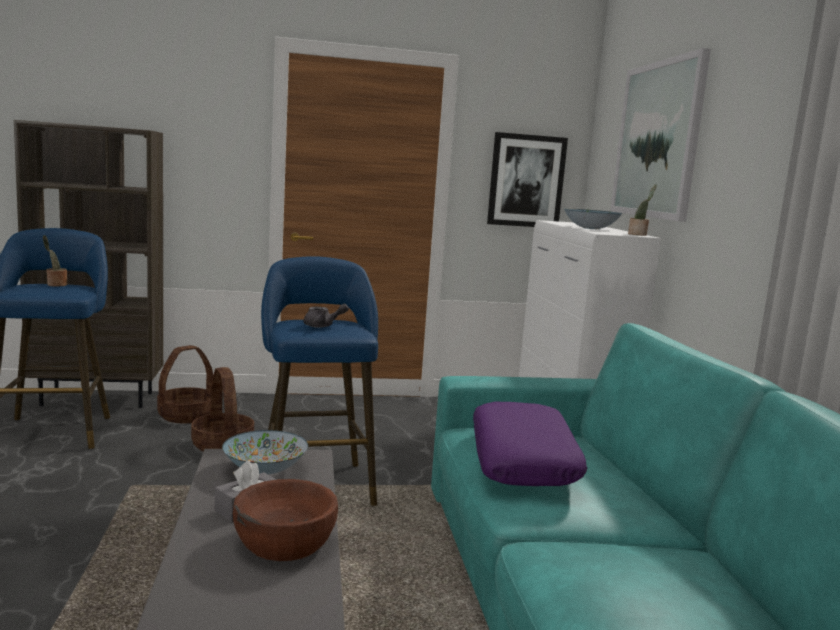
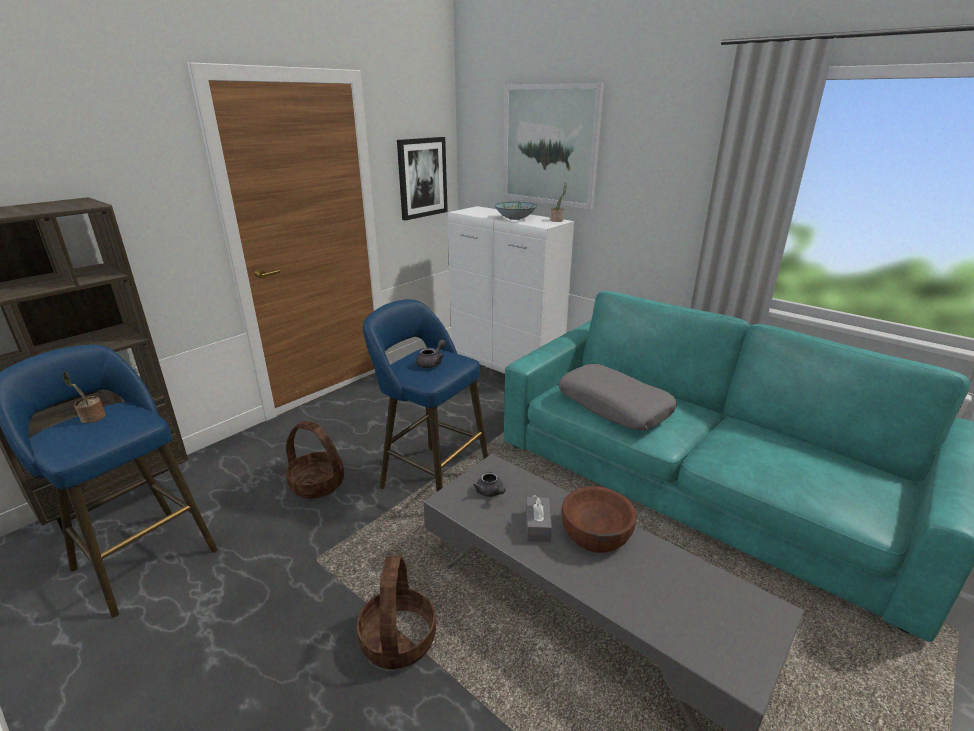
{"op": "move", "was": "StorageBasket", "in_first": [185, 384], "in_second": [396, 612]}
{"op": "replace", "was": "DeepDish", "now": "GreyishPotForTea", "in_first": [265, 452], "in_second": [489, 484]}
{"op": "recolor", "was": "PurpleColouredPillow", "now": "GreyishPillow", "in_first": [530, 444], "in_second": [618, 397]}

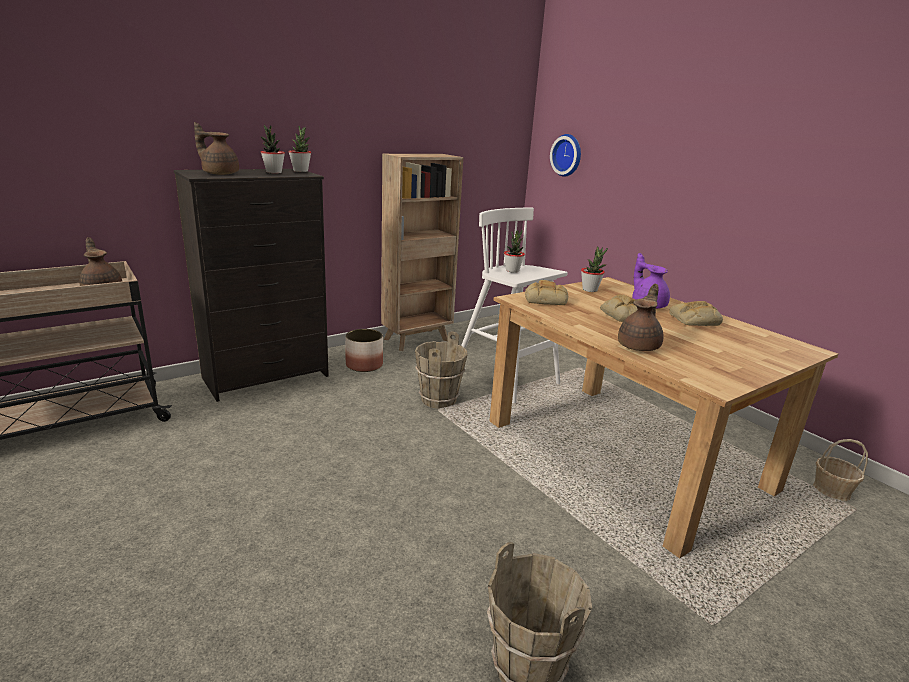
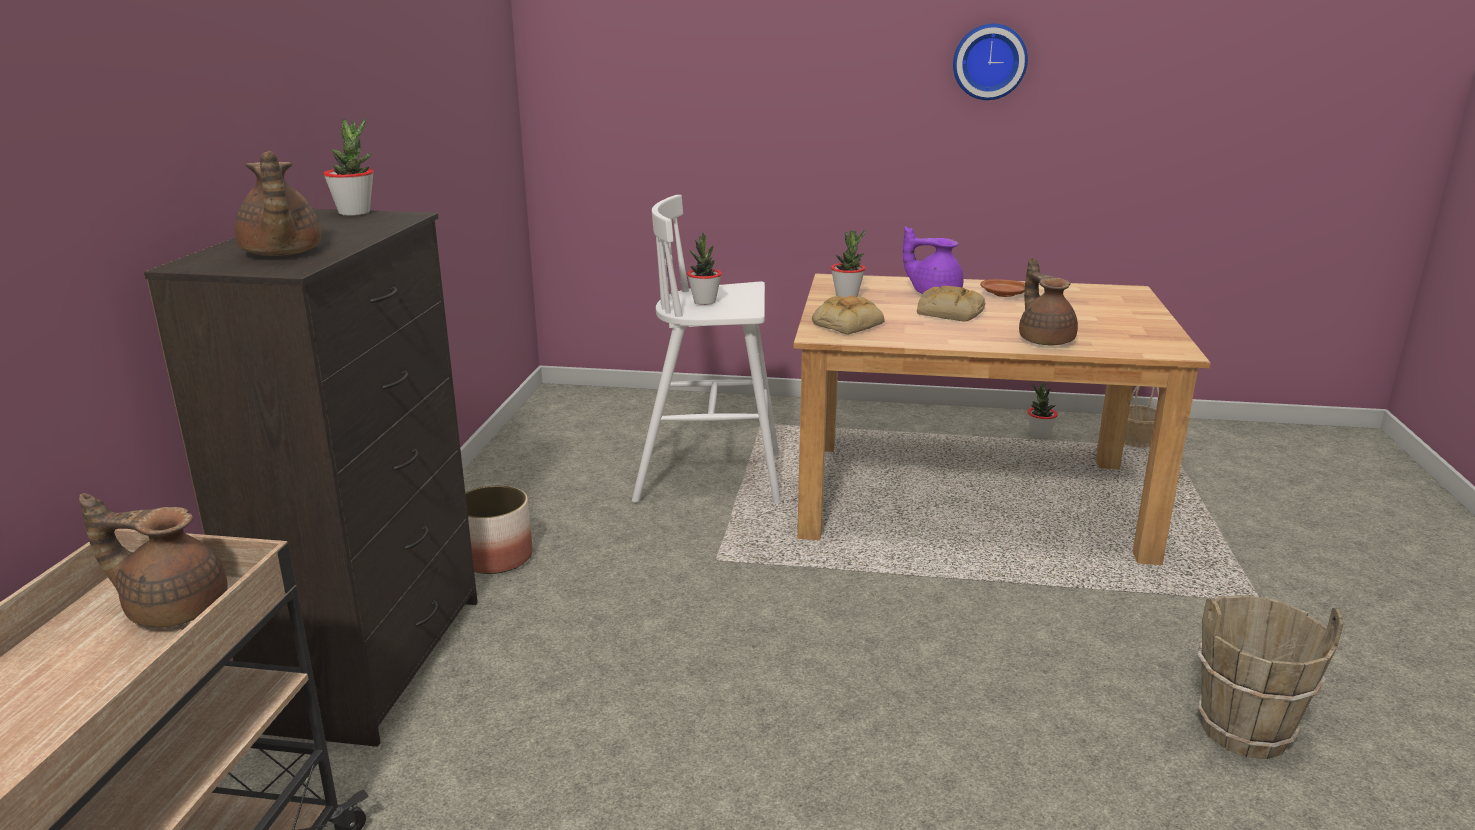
{"op": "delete", "was": "BrownishBookcase", "in_first": [422, 252]}
{"op": "delete", "was": "BrownishBucket", "in_first": [441, 370]}
{"op": "move", "was": "PlantInAPot", "in_first": [273, 149], "in_second": [1042, 411]}
{"op": "move", "was": "HangingClock", "in_first": [565, 155], "in_second": [990, 62]}
{"op": "replace", "was": "BakeryBread", "now": "BrownishFlatDish", "in_first": [696, 313], "in_second": [1002, 288]}
{"op": "rotate", "was": "BrownishPotForTea", "in_first": [216, 148], "in_second": [278, 203], "clockwise": -90}

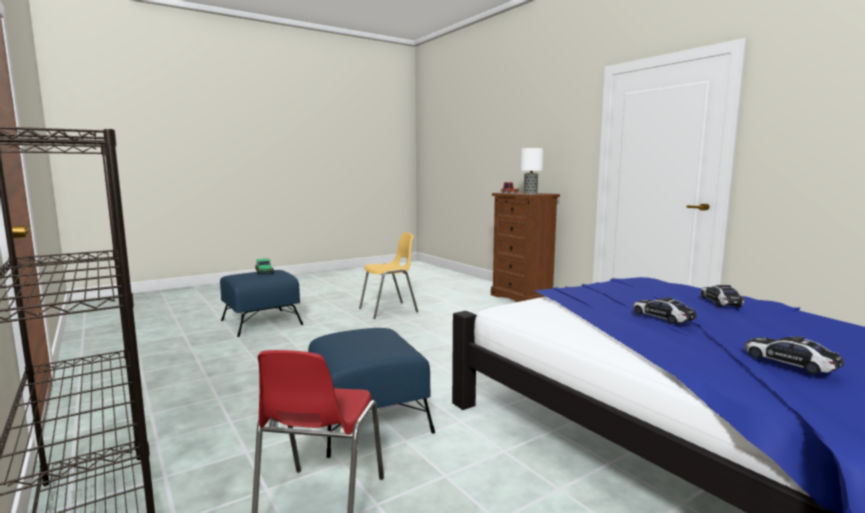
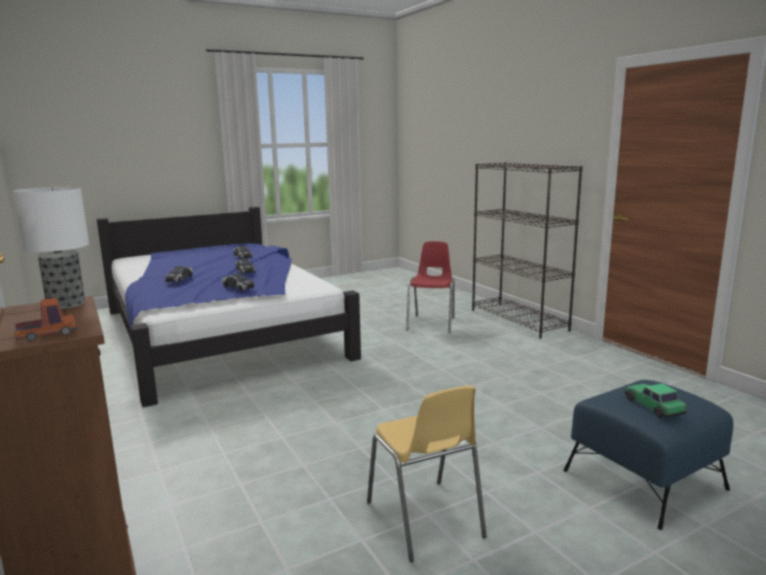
{"op": "delete", "was": "BlueColouredFootrest", "in_first": [371, 393]}
{"op": "insert", "now": "ModelCar", "in_second": [238, 282]}
{"op": "rotate", "was": "YellowColouredUprightChair", "in_first": [388, 275], "in_second": [427, 474], "clockwise": -90}

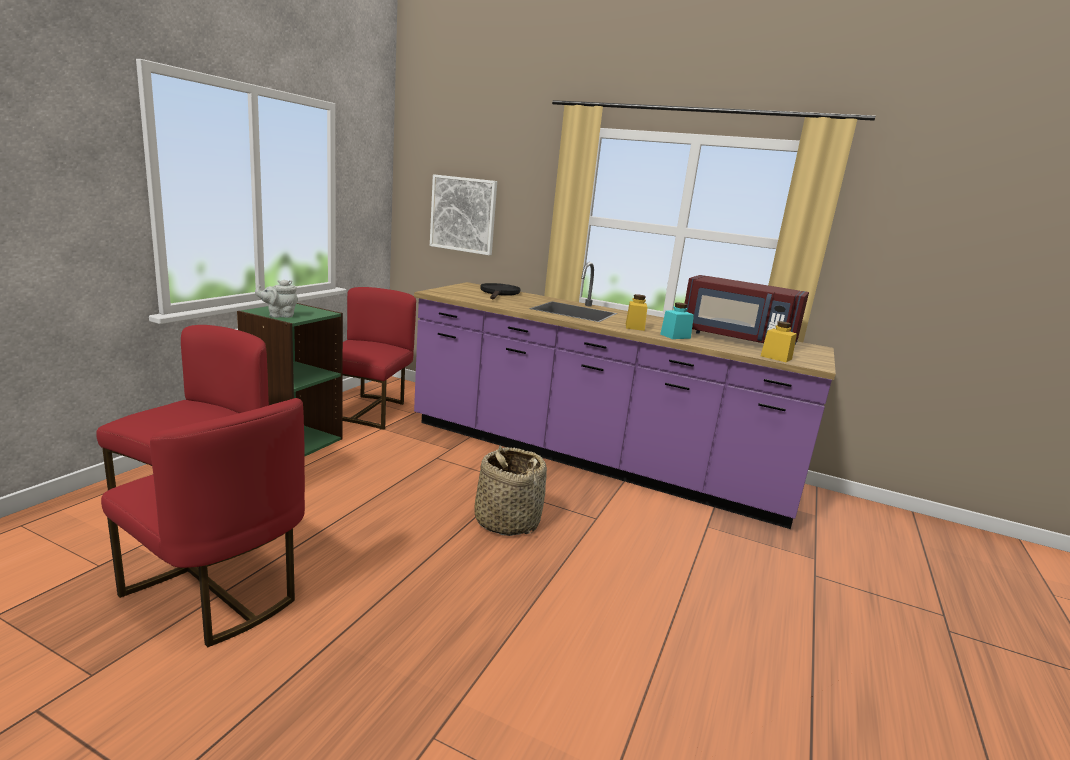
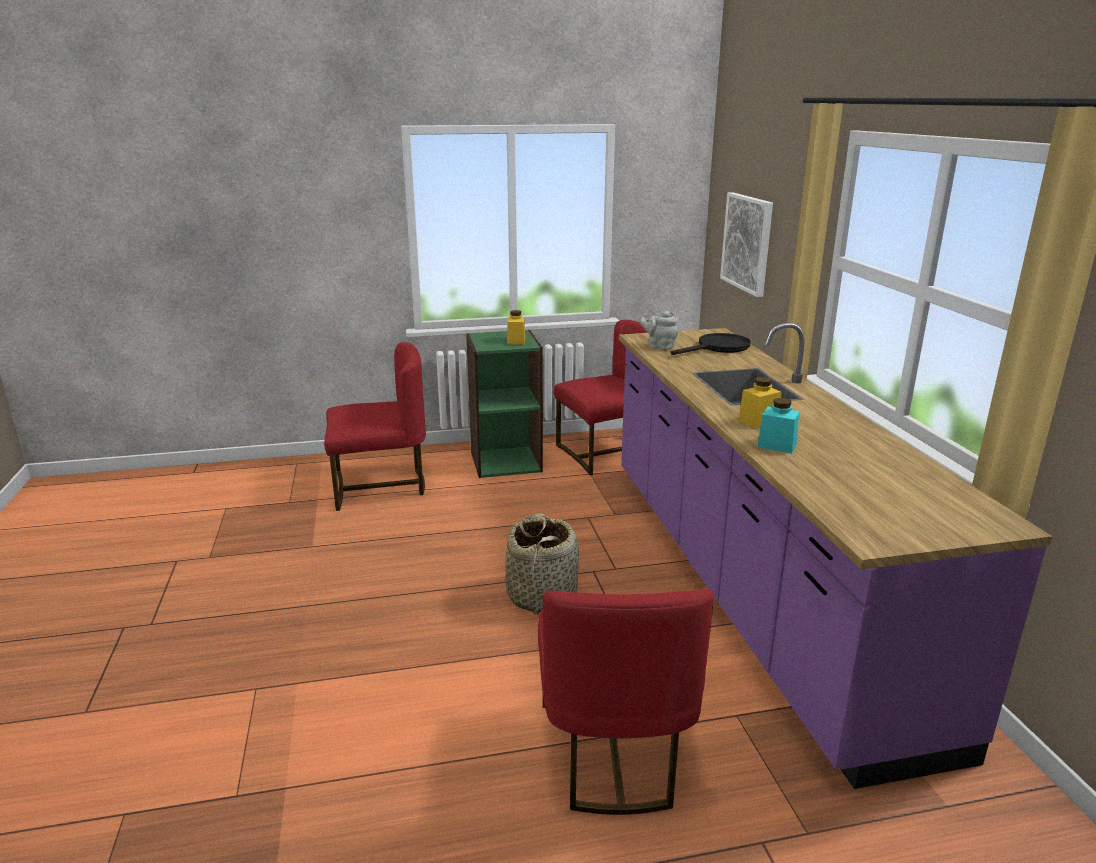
{"op": "delete", "was": "RedKitchenMicrowave", "in_first": [747, 309]}
{"op": "move", "was": "RedUprightChair", "in_first": [203, 522], "in_second": [626, 702]}
{"op": "move", "was": "GreyishPotForTea", "in_first": [276, 298], "in_second": [659, 330]}
{"op": "move", "was": "YellowColouredStorageJar", "in_first": [779, 341], "in_second": [516, 327]}

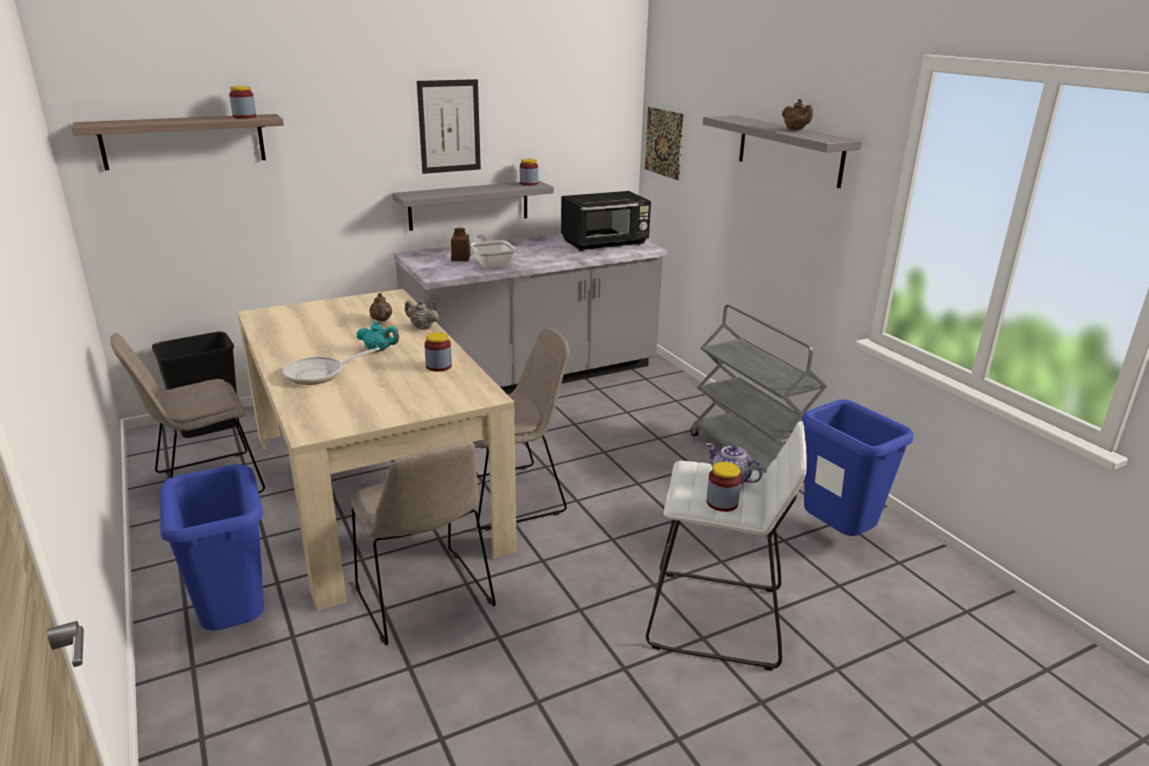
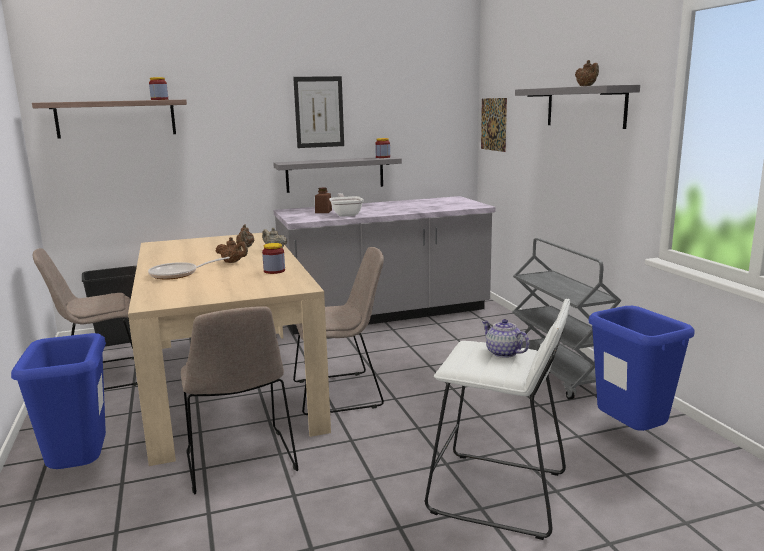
{"op": "delete", "was": "BlackColouredKitchenMicrowave", "in_first": [606, 221]}
{"op": "delete", "was": "StorageJar", "in_first": [724, 487]}
{"op": "recolor", "was": "BlueGreenPotForTea", "now": "BrownishPotForTea", "in_first": [377, 336], "in_second": [232, 250]}

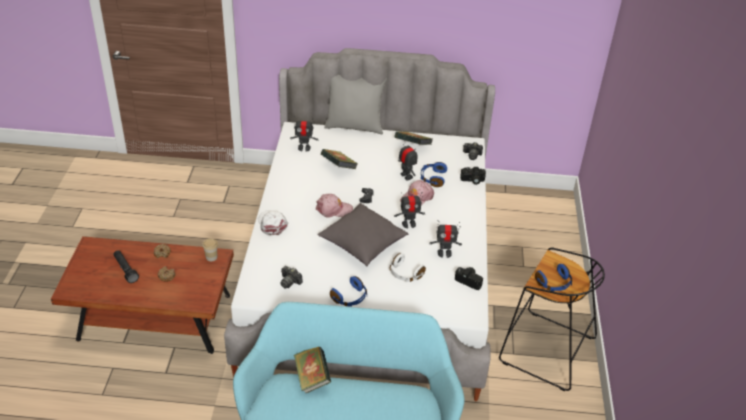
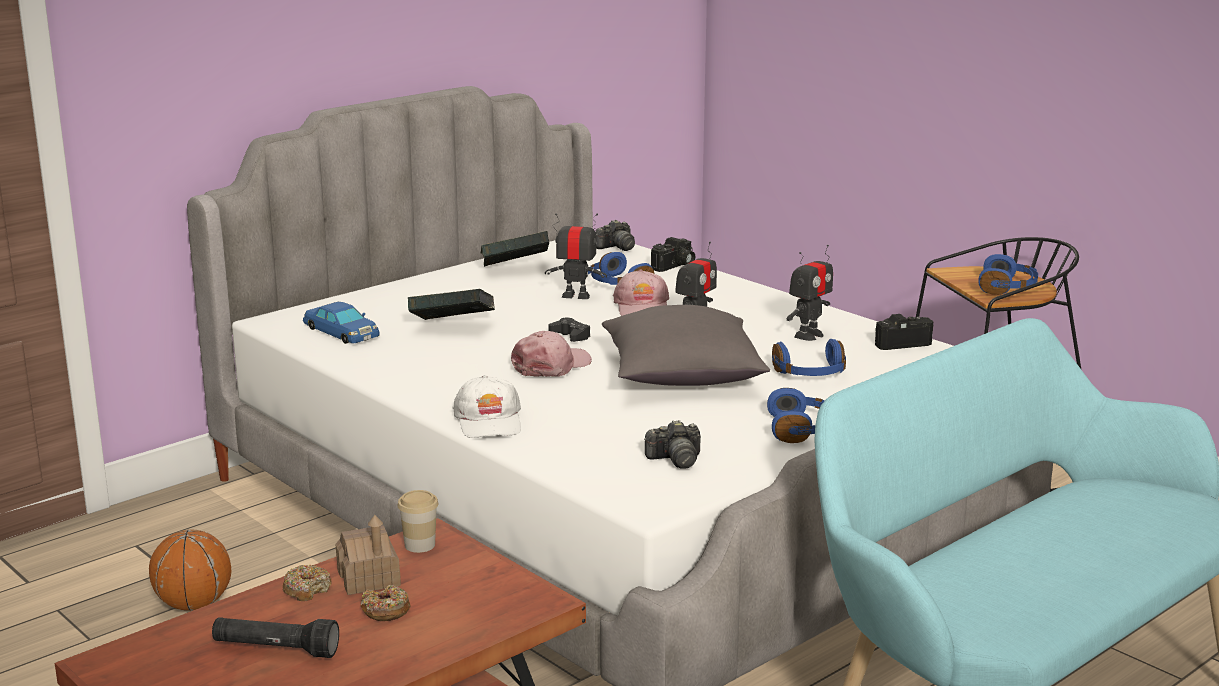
{"op": "delete", "was": "Volume", "in_first": [312, 370]}
{"op": "delete", "was": "GreyishPillow", "in_first": [355, 104]}
{"op": "insert", "now": "BallForBasketball", "in_second": [190, 570]}
{"op": "insert", "now": "ModelHouse", "in_second": [368, 555]}
{"op": "replace", "was": "ToyRobot", "now": "BlueColouredModelCar", "in_first": [304, 134], "in_second": [341, 323]}
{"op": "recolor", "was": "WhitishHeadset", "now": "BlueColouredHeadset", "in_first": [408, 267], "in_second": [809, 357]}
{"op": "rotate", "was": "WhitishPeakedCap", "in_first": [273, 222], "in_second": [486, 406], "clockwise": -120}

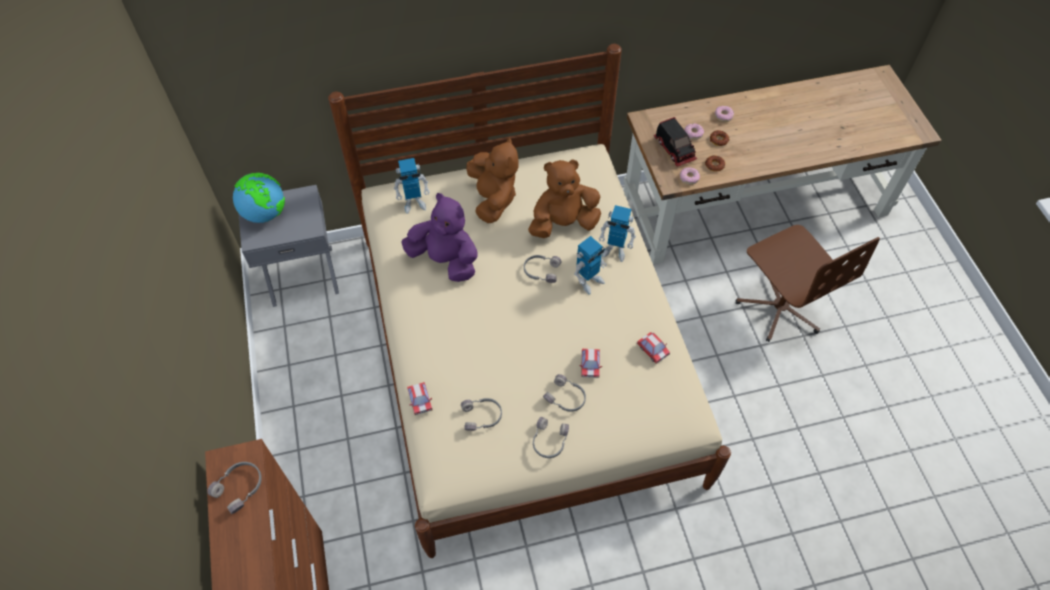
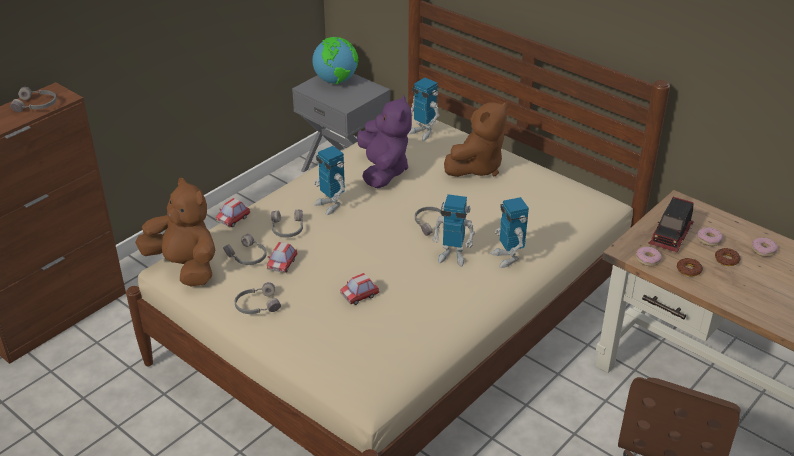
{"op": "insert", "now": "ToyRobot", "in_second": [329, 180]}
{"op": "move", "was": "BrownishPlushToy", "in_first": [564, 198], "in_second": [175, 232]}
{"op": "move", "was": "GreyishHeadset", "in_first": [564, 393], "in_second": [287, 224]}
{"op": "move", "was": "ModelCar", "in_first": [653, 348], "in_second": [282, 257]}

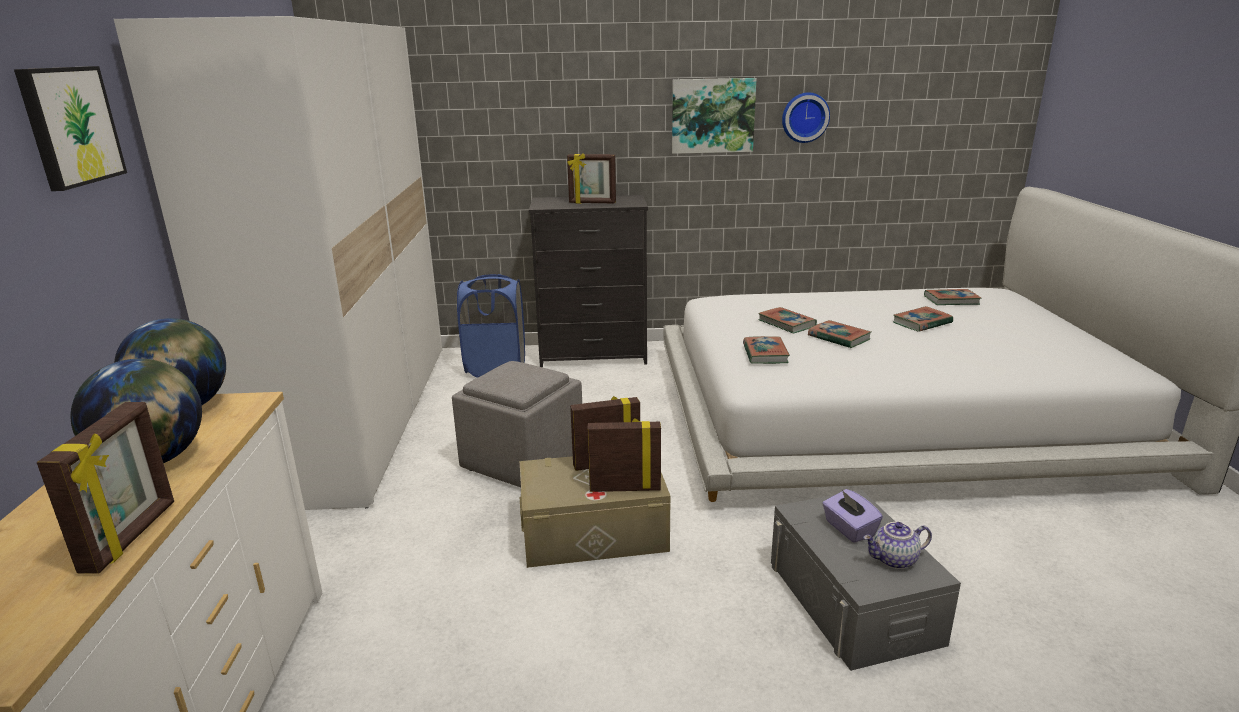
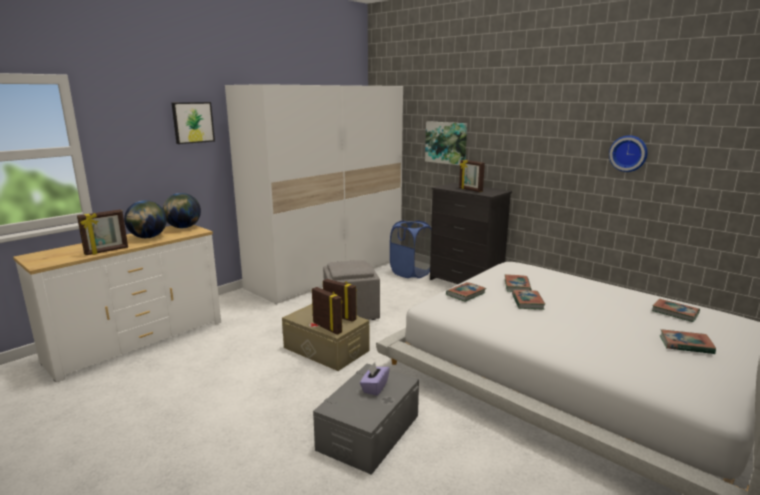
{"op": "delete", "was": "PotForTea", "in_first": [897, 545]}
{"op": "move", "was": "WallArt", "in_first": [714, 116], "in_second": [446, 143]}
{"op": "move", "was": "Volume", "in_first": [923, 319], "in_second": [688, 341]}

